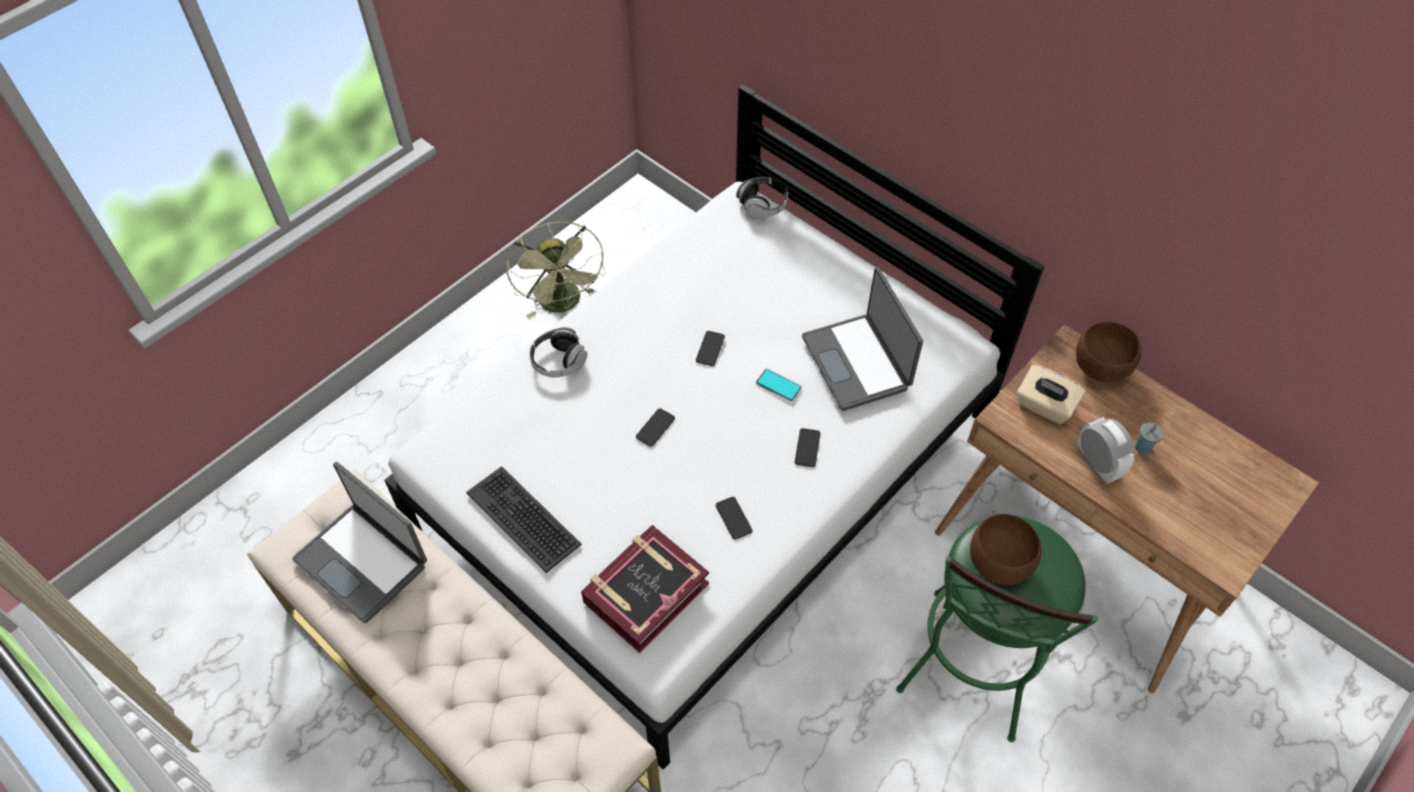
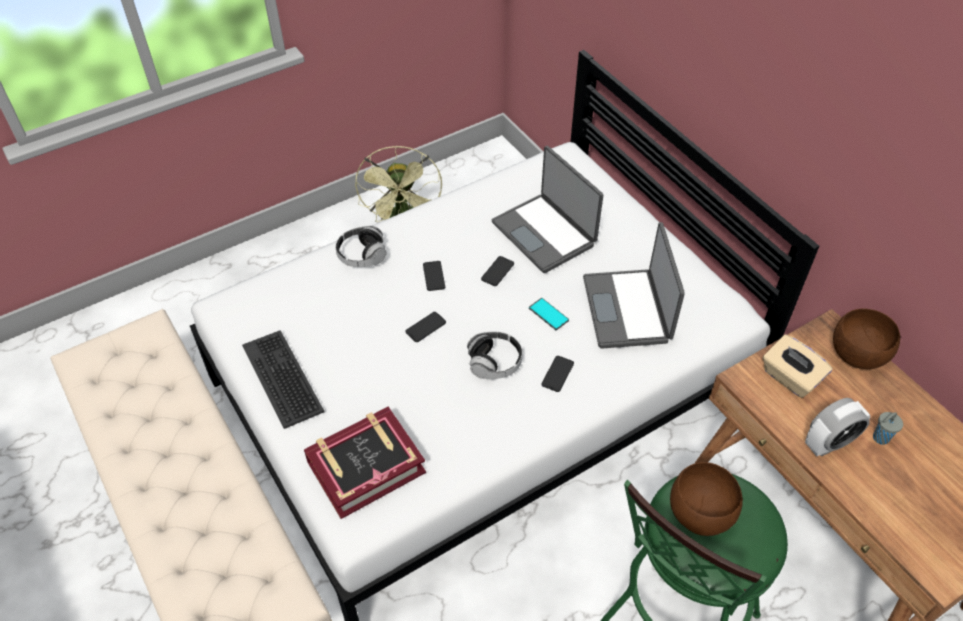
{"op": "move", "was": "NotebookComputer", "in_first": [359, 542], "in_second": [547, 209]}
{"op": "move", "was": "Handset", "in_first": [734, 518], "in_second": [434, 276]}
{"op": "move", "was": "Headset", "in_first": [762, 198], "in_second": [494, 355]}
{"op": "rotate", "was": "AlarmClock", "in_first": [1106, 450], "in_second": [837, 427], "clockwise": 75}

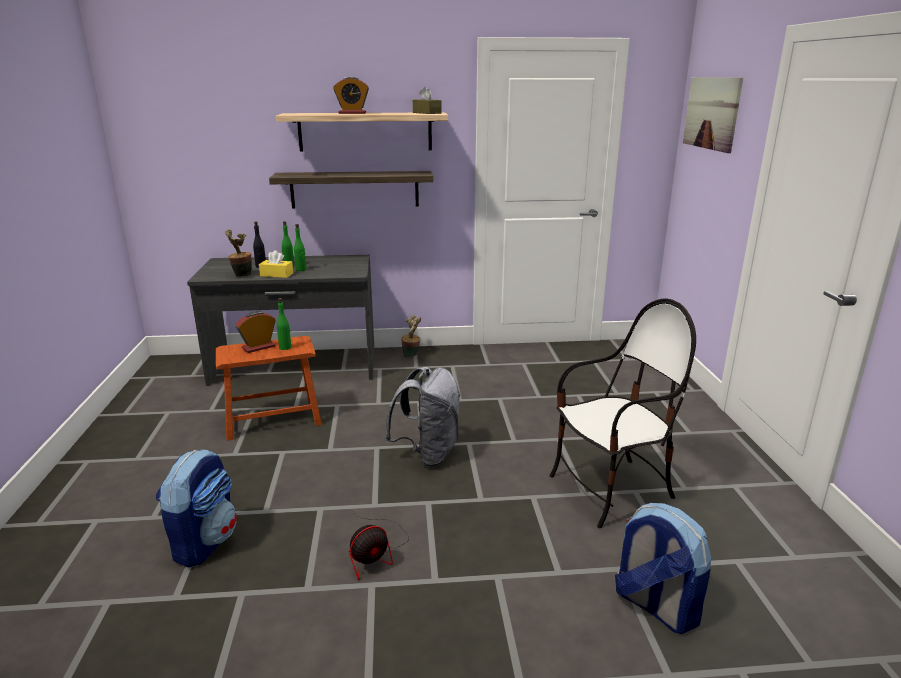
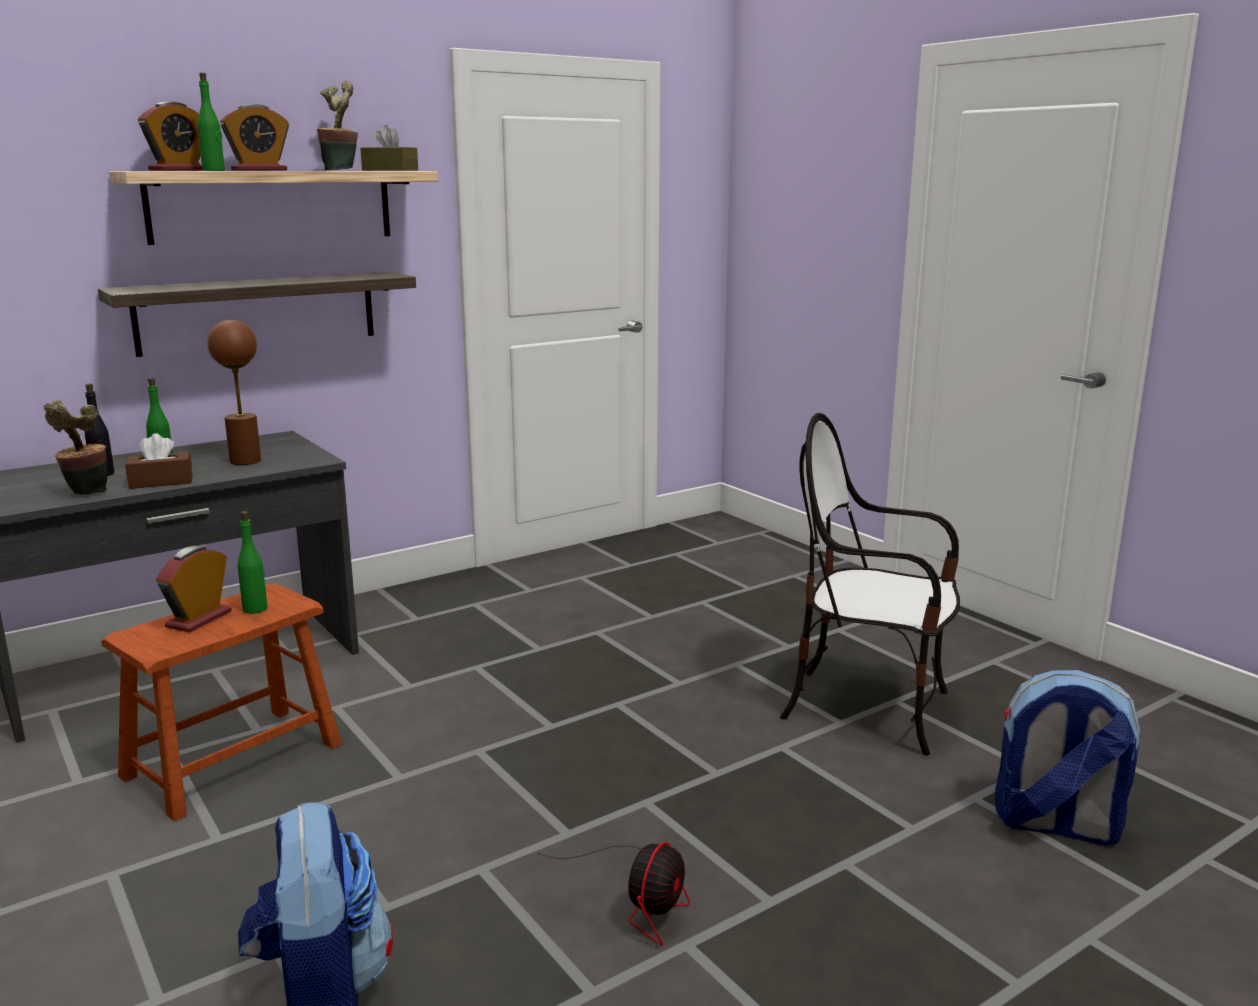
{"op": "delete", "was": "GreyishBackpack", "in_first": [422, 417]}
{"op": "delete", "was": "WallArt", "in_first": [713, 115]}
{"op": "insert", "now": "AlarmClock", "in_second": [170, 136]}
{"op": "insert", "now": "BrownishTabletopLamp", "in_second": [234, 392]}
{"op": "move", "was": "GreenDrinkBottle", "in_first": [300, 247], "in_second": [211, 122]}
{"op": "move", "was": "PlantInAPot", "in_first": [411, 336], "in_second": [337, 125]}
{"op": "recolor", "was": "YellowColouredBoxOfTissues", "now": "BrownishBoxOfTissues", "in_first": [276, 264], "in_second": [159, 461]}
{"op": "rotate", "was": "UprightChair", "in_first": [623, 413], "in_second": [870, 584], "clockwise": -105}

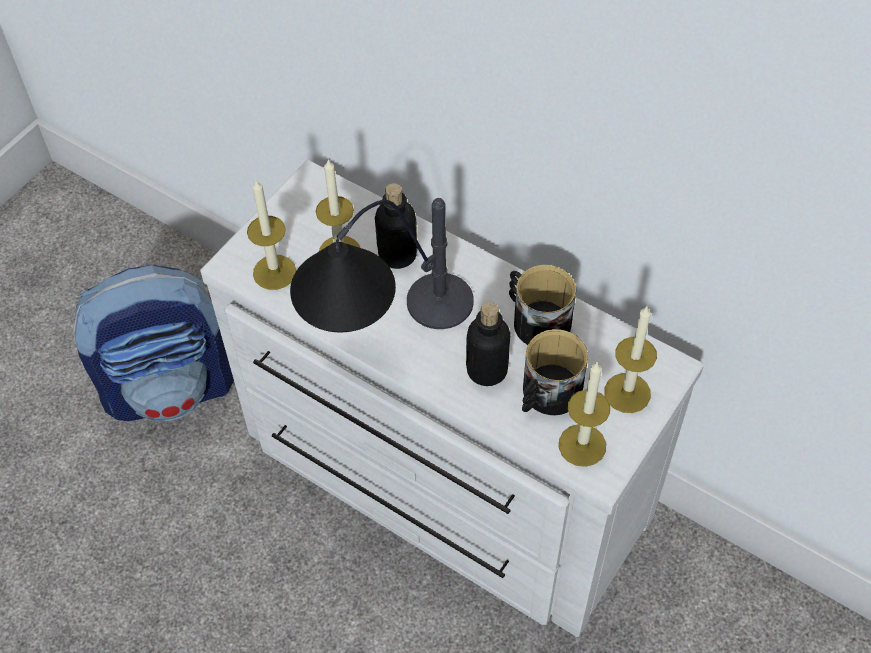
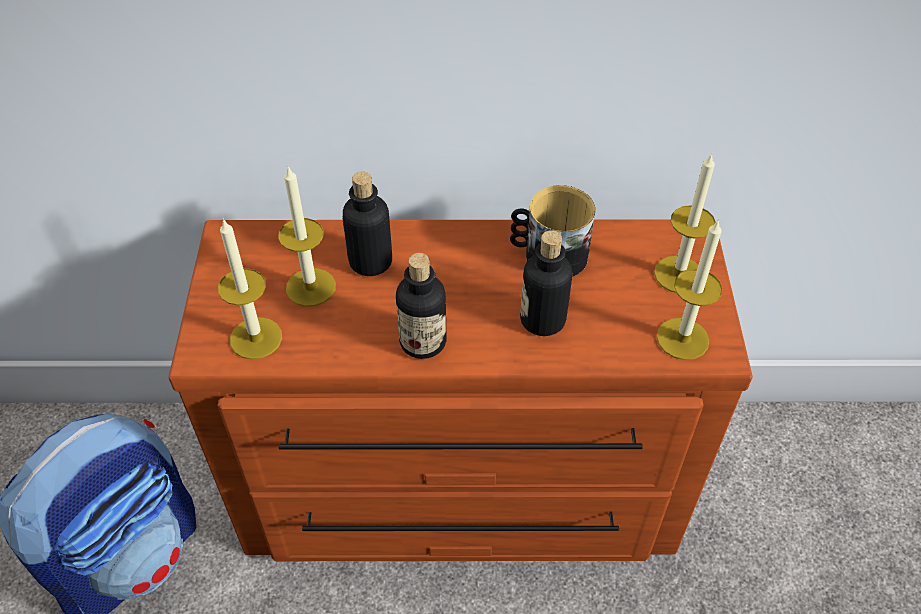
{"op": "delete", "was": "CoffeeMug", "in_first": [555, 372]}
{"op": "replace", "was": "TabletopLamp", "now": "DrinkBottle", "in_first": [382, 265], "in_second": [421, 306]}
{"op": "recolor", "was": "WhitishDresser", "now": "BrownishDresser", "in_first": [452, 398], "in_second": [460, 390]}

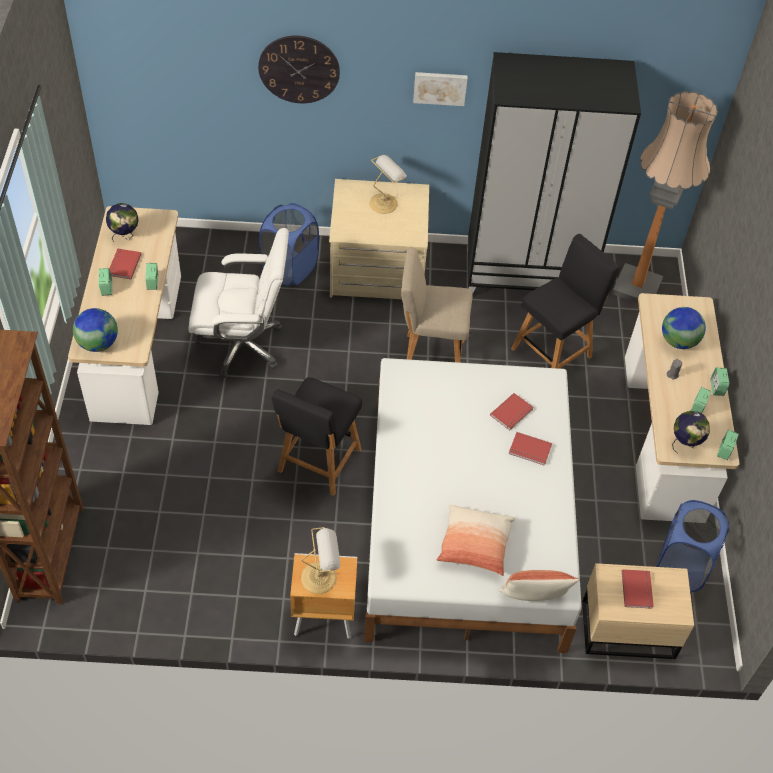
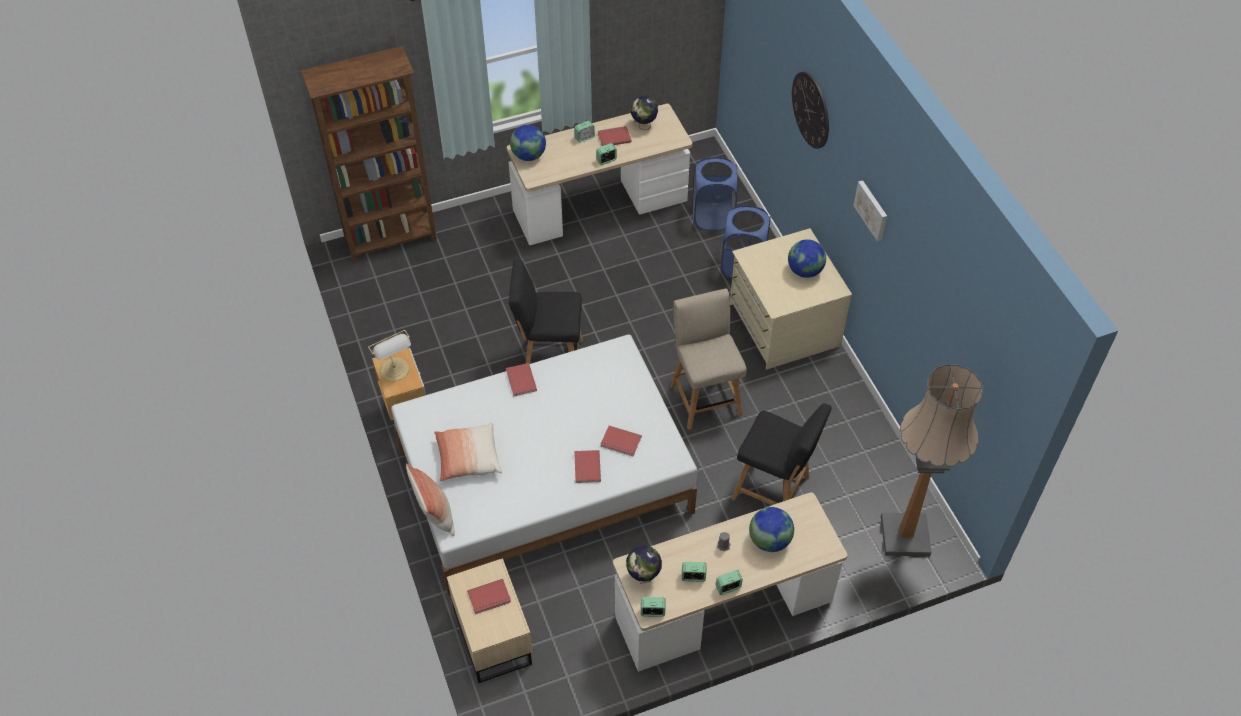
{"op": "delete", "was": "WhitishDeskChair", "in_first": [239, 303]}
{"op": "delete", "was": "BlackColouredWardrobe", "in_first": [554, 173]}
{"op": "insert", "now": "RedVolume", "in_second": [521, 379]}
{"op": "move", "was": "BlueColouredWashingBasket", "in_first": [692, 546], "in_second": [715, 194]}
{"op": "replace", "was": "TabletopLamp", "now": "WorldGlobe", "in_first": [388, 184], "in_second": [807, 258]}

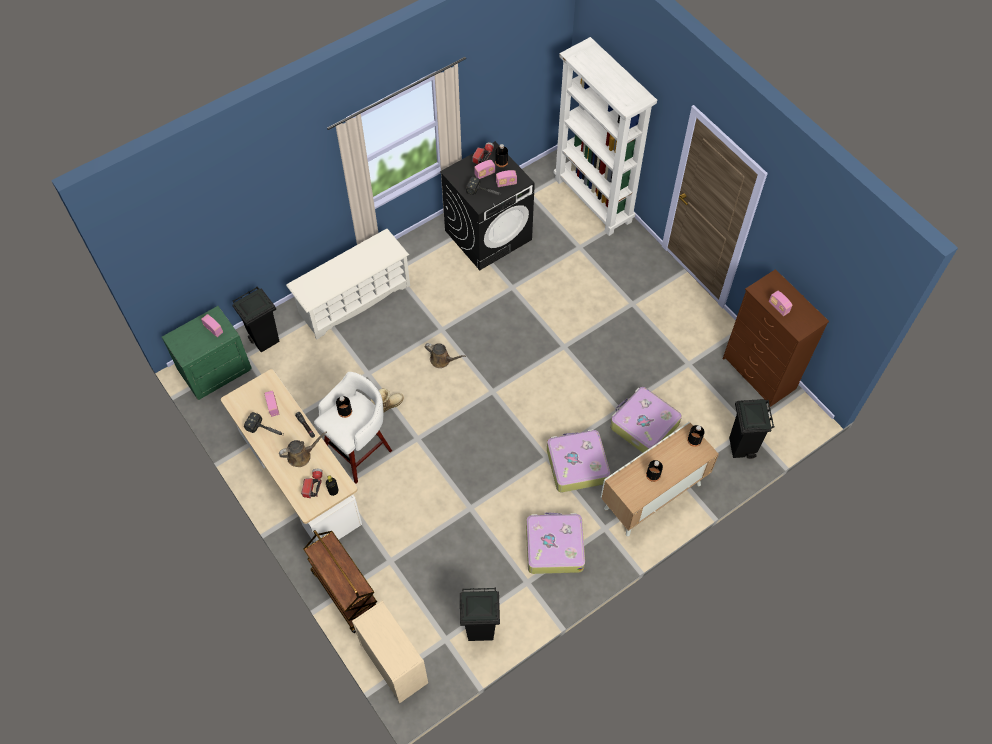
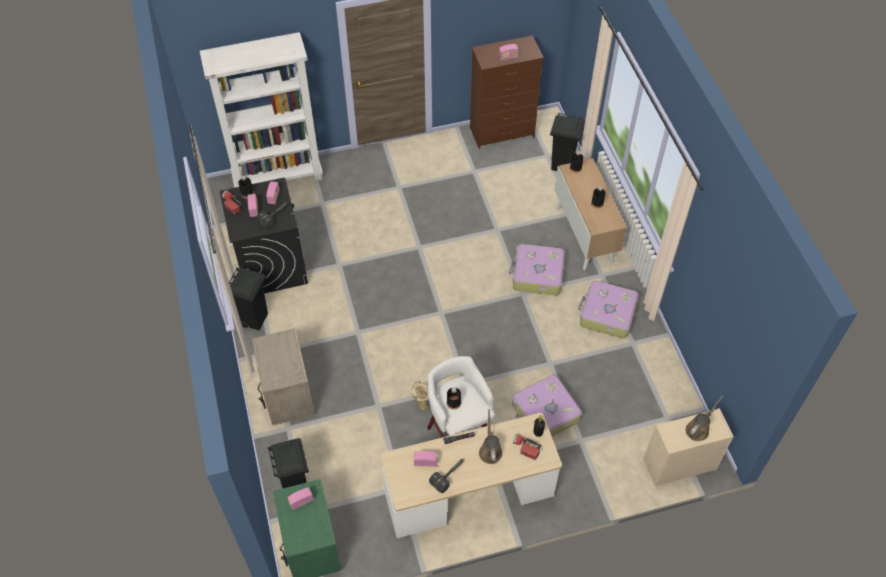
{"op": "delete", "was": "BrownishCart", "in_first": [340, 581]}
{"op": "move", "was": "BrownishWateringPot", "in_first": [445, 355], "in_second": [705, 418]}
{"op": "move", "was": "BlackColouredTrashCan", "in_first": [480, 614], "in_second": [248, 298]}
{"op": "move", "was": "PieceOfLuggage", "in_first": [646, 420], "in_second": [547, 405]}
{"op": "replace", "was": "WhitishShoeShelf", "now": "BeigeNightstand", "in_first": [348, 284], "in_second": [283, 377]}

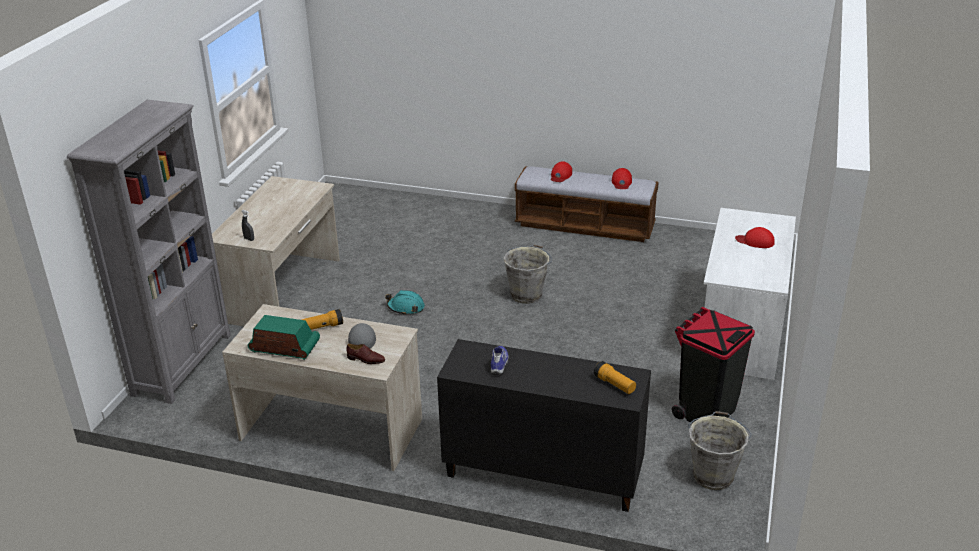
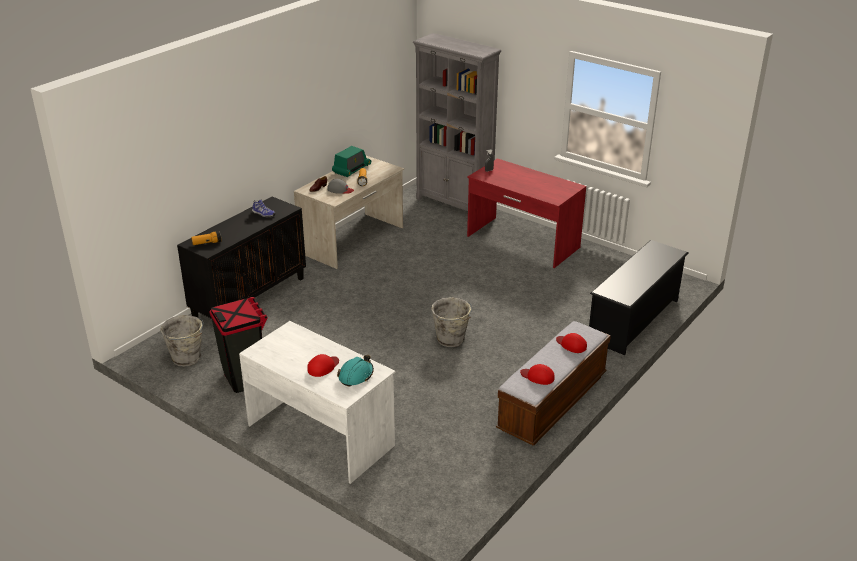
{"op": "insert", "now": "BlackColouredShoeShelf", "in_second": [639, 297]}
{"op": "move", "was": "BlueGreenSafetyHelmet", "in_first": [405, 302], "in_second": [355, 371]}
{"op": "recolor", "was": "BeigeDesk", "now": "RedDesk", "in_first": [276, 251], "in_second": [526, 213]}

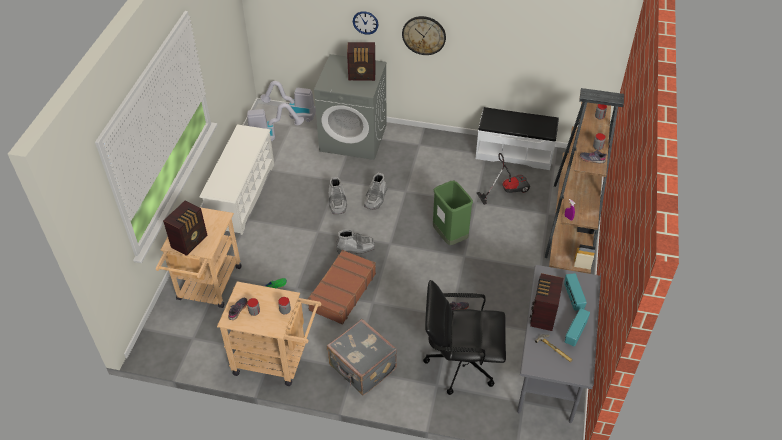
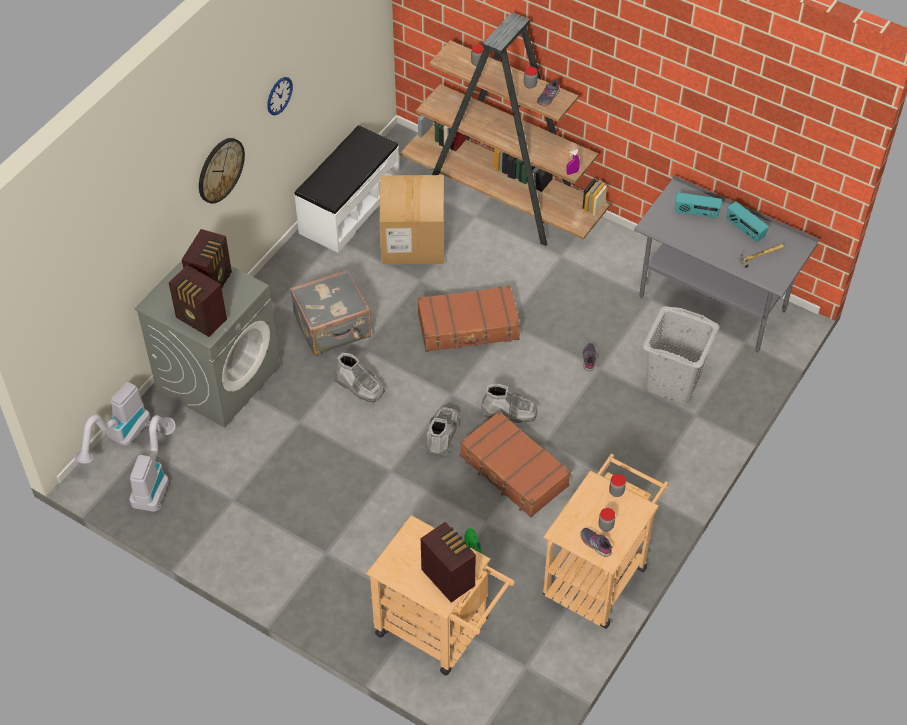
{"op": "delete", "was": "WhitishShoeShelf", "in_first": [236, 179]}
{"op": "move", "was": "GreyishPieceOfLuggage", "in_first": [362, 357], "in_second": [330, 312]}
{"op": "move", "was": "GreyishBoot", "in_first": [337, 195], "in_second": [509, 403]}
{"op": "move", "was": "HangingClock", "in_first": [366, 23], "in_second": [280, 96]}
{"op": "move", "was": "Radio", "in_first": [546, 302], "in_second": [198, 301]}
{"op": "replace", "was": "BlackColouredDeskChair", "now": "GreyishWashingBasket", "in_first": [464, 337], "in_second": [681, 355]}
{"op": "replace", "was": "GreenTrashCan", "now": "BrownishPieceOfLuggage", "in_first": [453, 213], "in_second": [468, 318]}
{"op": "replace", "was": "Hoover", "now": "PackingBox", "in_first": [503, 179], "in_second": [411, 219]}

